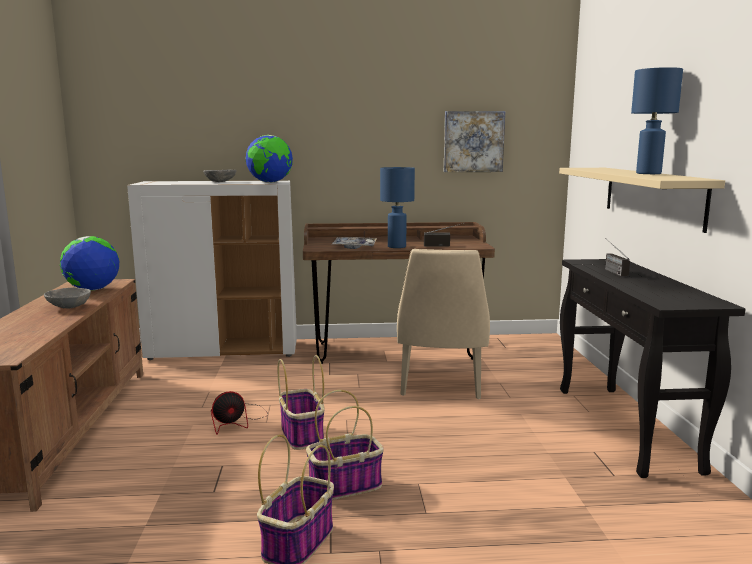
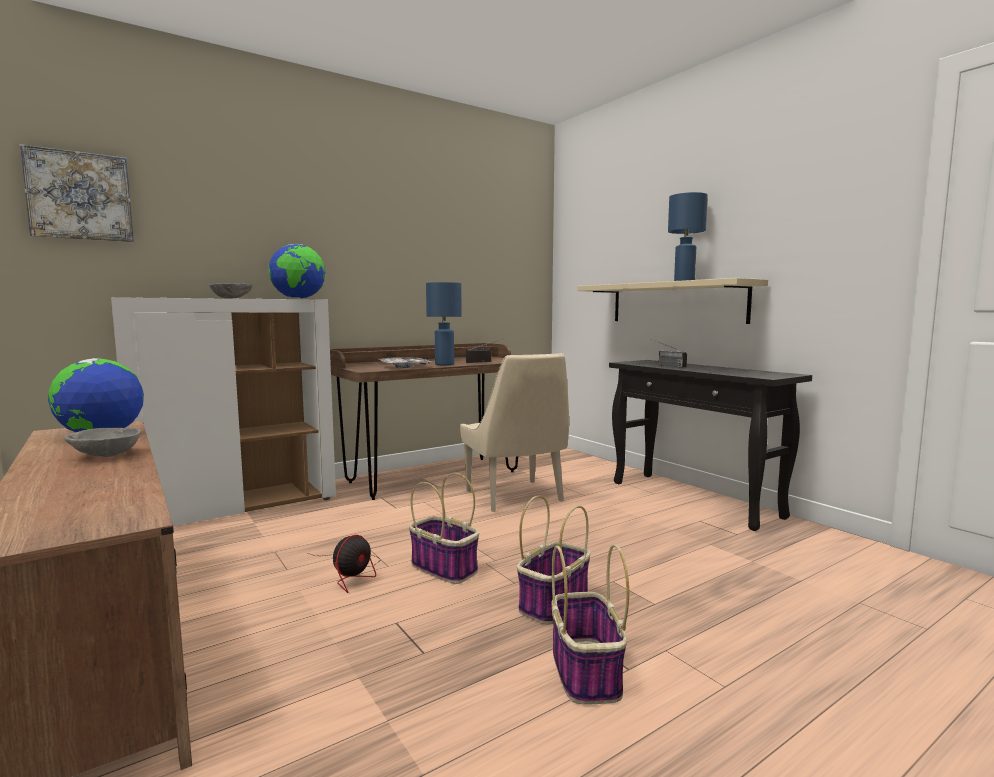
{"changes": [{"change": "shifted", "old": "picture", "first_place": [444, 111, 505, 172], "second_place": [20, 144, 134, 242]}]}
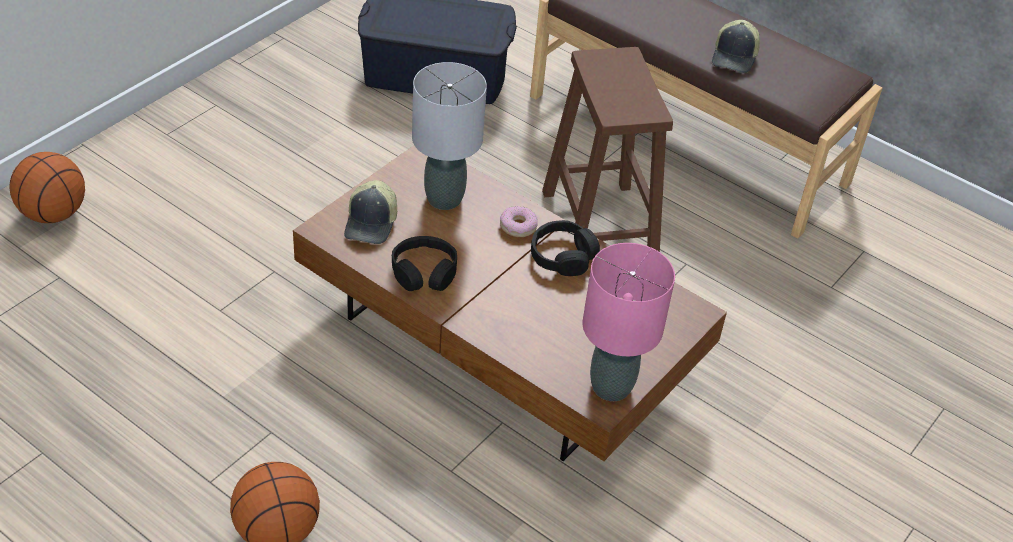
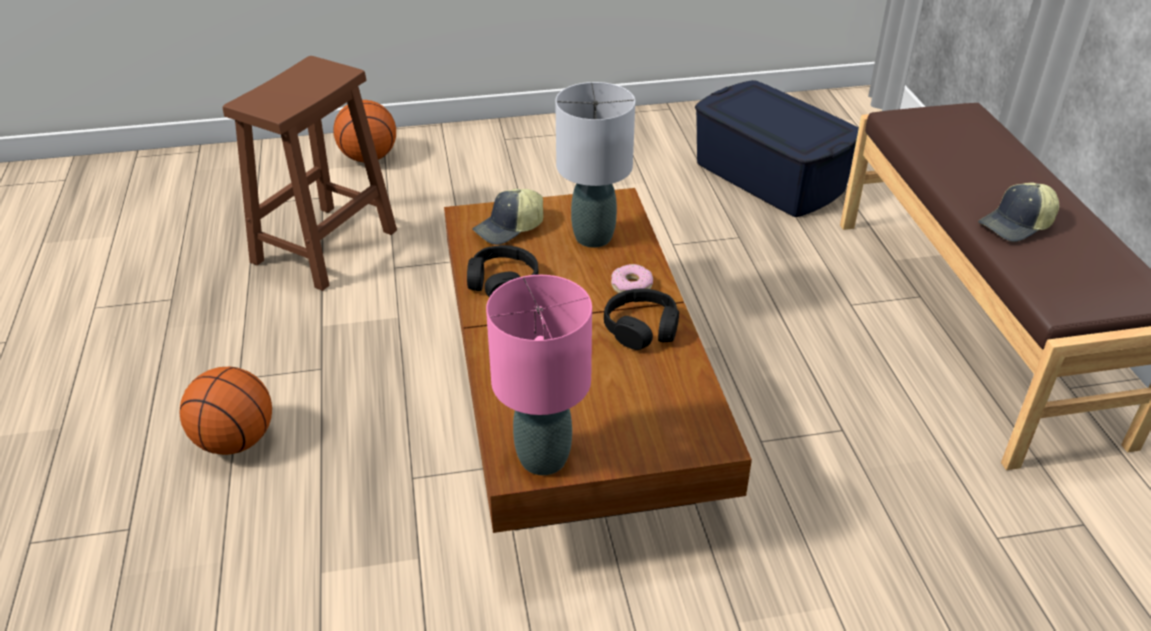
{"changes": [{"change": "shifted", "old": "stool (brown)", "first_place": [542, 47, 673, 252], "second_place": [223, 56, 397, 291]}]}
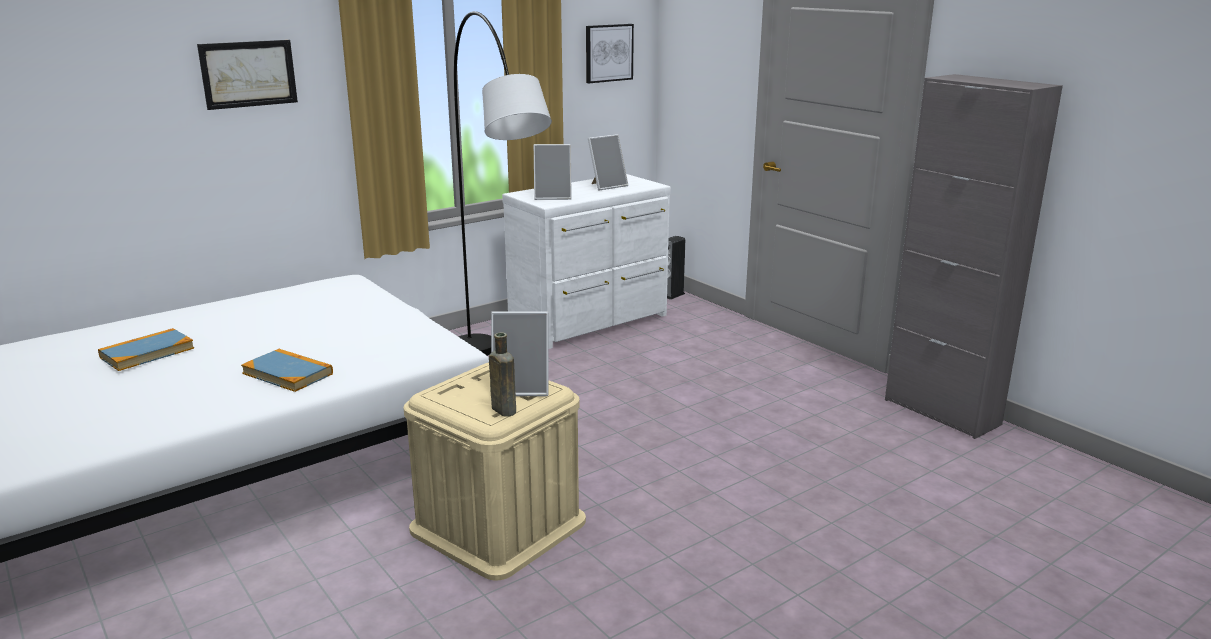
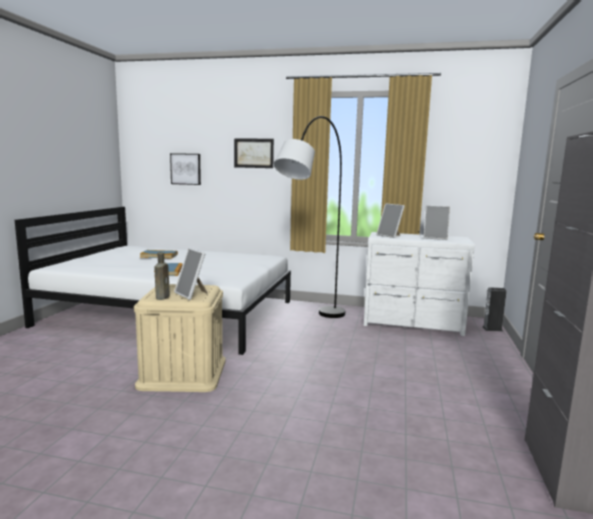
{"changes": [{"change": "shifted", "old": "picture", "first_place": [586, 24, 634, 83], "second_place": [170, 153, 201, 185]}]}
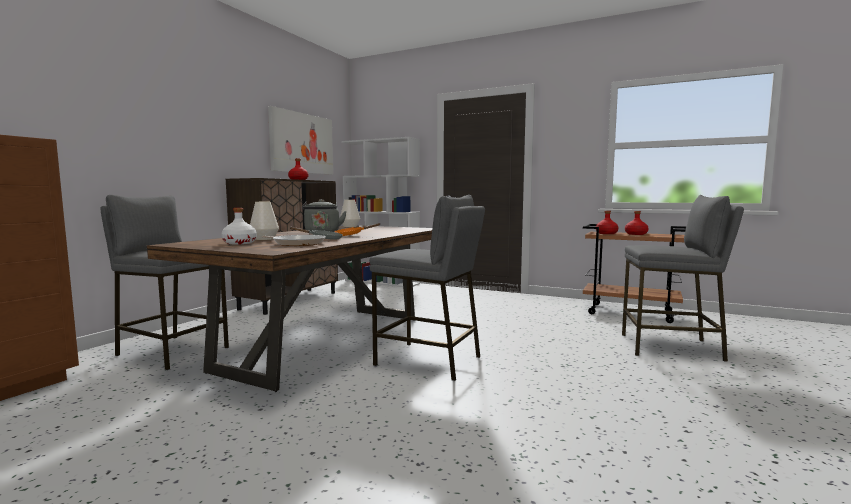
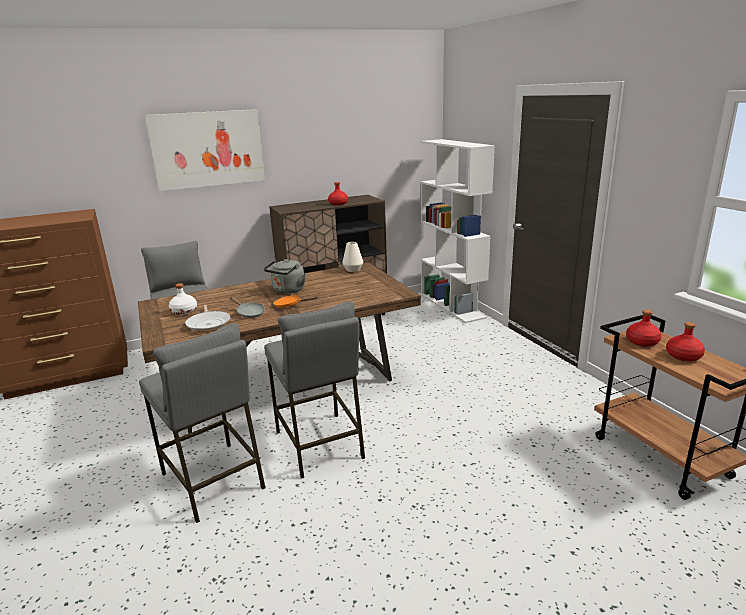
{"changes": [{"change": "shifted", "old": "picture", "first_place": [268, 106, 333, 175], "second_place": [145, 109, 265, 191]}, {"change": "shifted", "old": "stool (grey)", "first_place": [622, 195, 744, 362], "second_place": [139, 323, 265, 523]}, {"change": "gone", "old": "vase (white)", "first_place": [250, 202, 279, 240]}]}
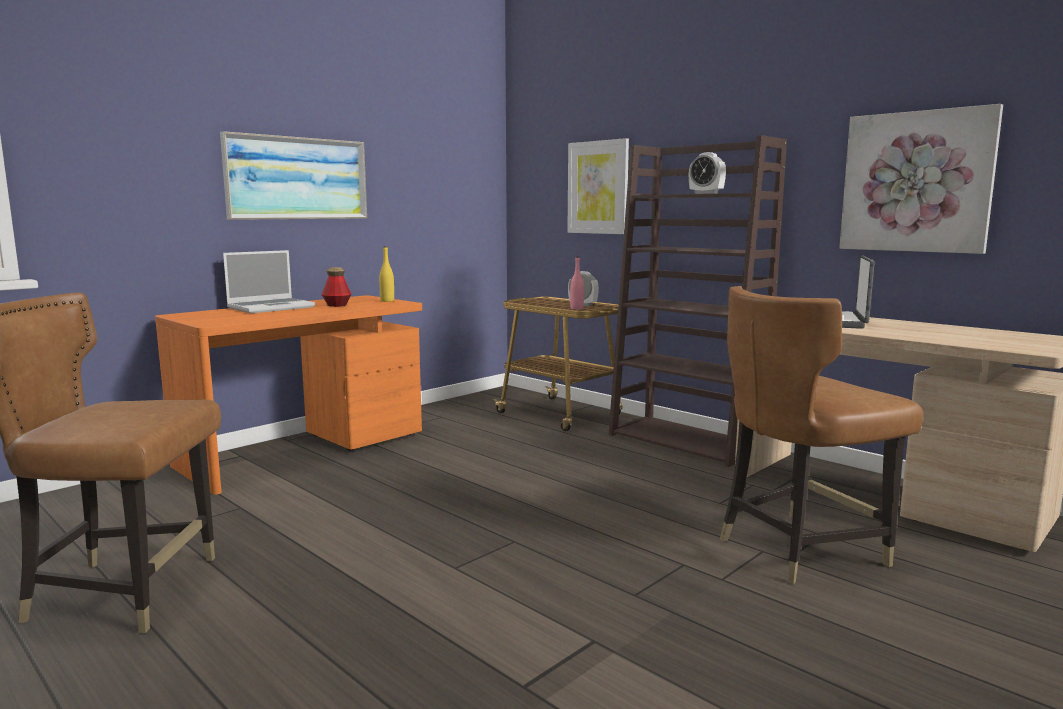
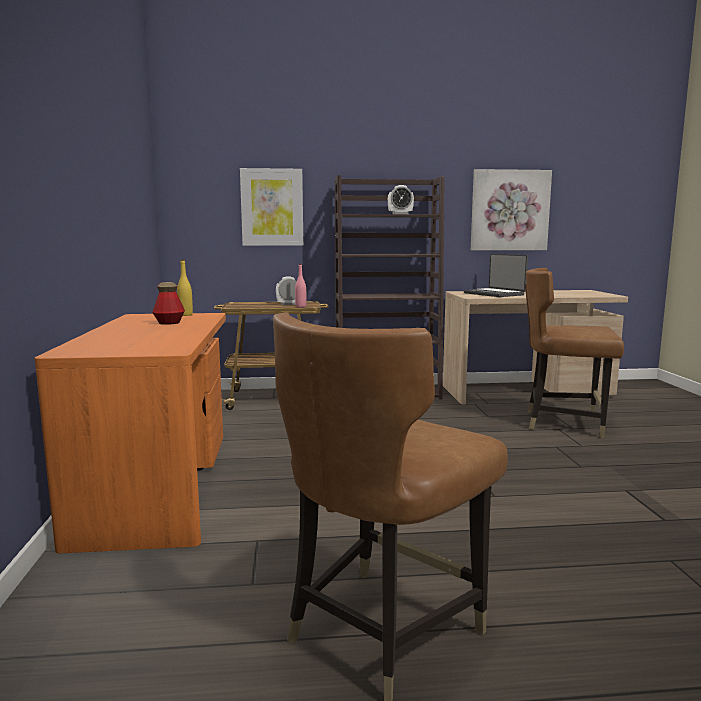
{"changes": [{"change": "gone", "old": "picture", "first_place": [220, 131, 367, 220]}, {"change": "gone", "old": "laptop", "first_place": [223, 250, 315, 313]}, {"change": "rotated", "old": "chair (brown)", "first_place": [720, 286, 923, 584], "second_place": [525, 268, 624, 438], "degrees": 90}]}
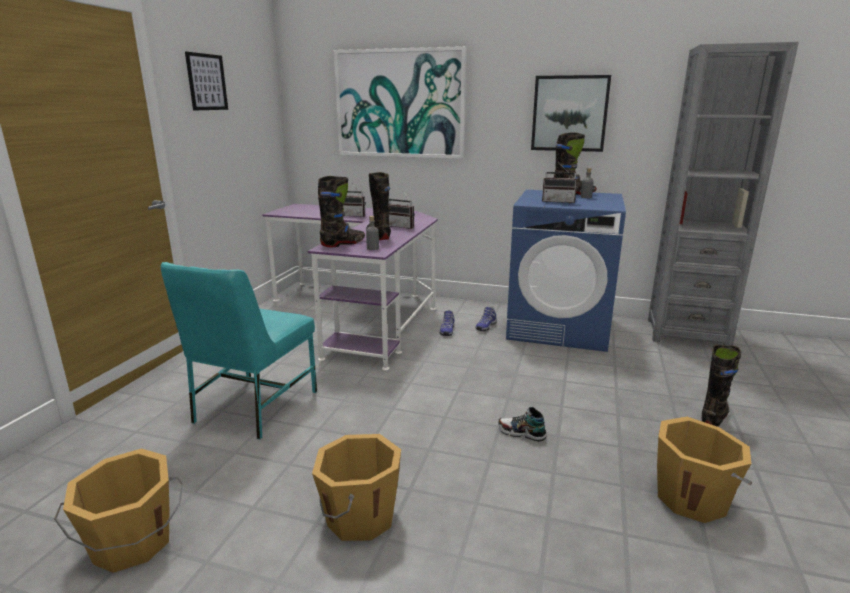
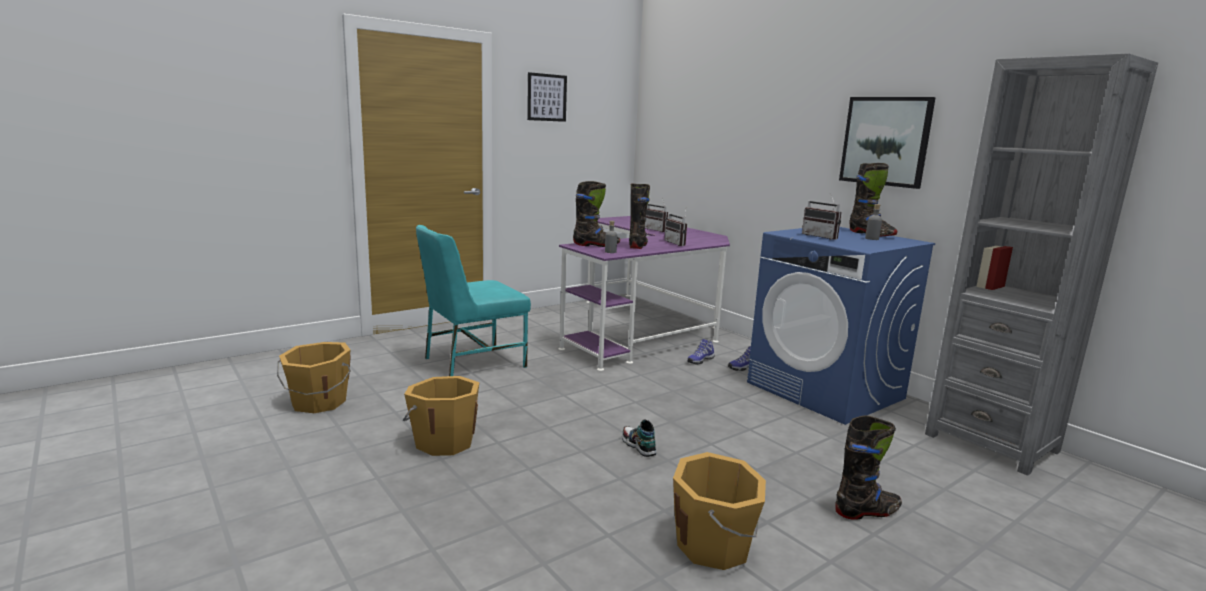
{"changes": [{"change": "gone", "old": "picture", "first_place": [334, 46, 467, 159]}]}
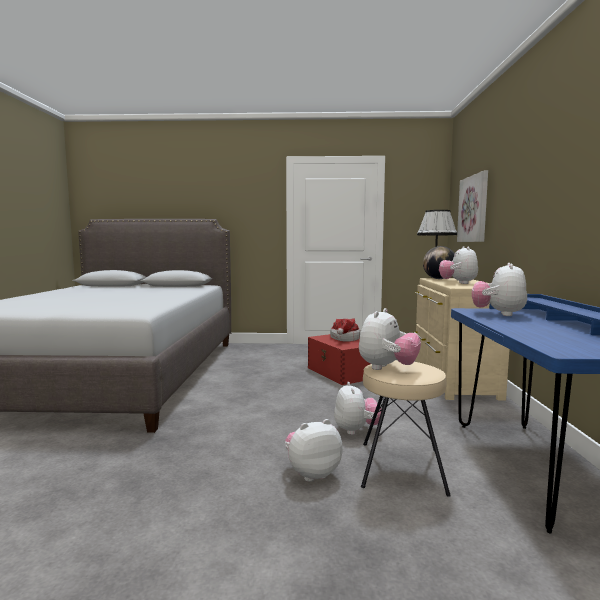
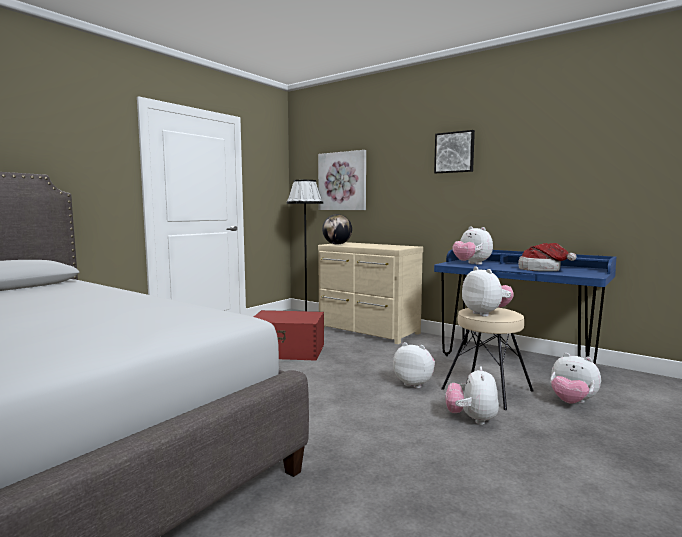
{"changes": [{"change": "shifted", "old": "plush toy", "first_place": [439, 246, 478, 284], "second_place": [551, 353, 601, 404]}, {"change": "shifted", "old": "hat", "first_place": [330, 318, 360, 342], "second_place": [518, 243, 577, 271]}, {"change": "new", "new": "picture", "second_place": [434, 130, 475, 173]}]}
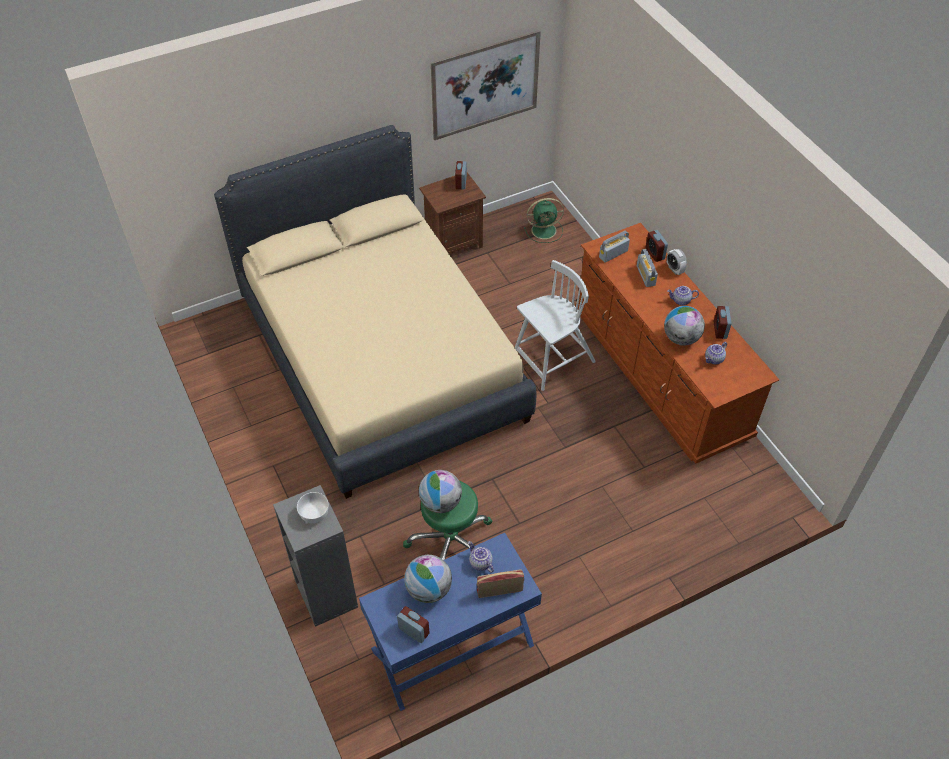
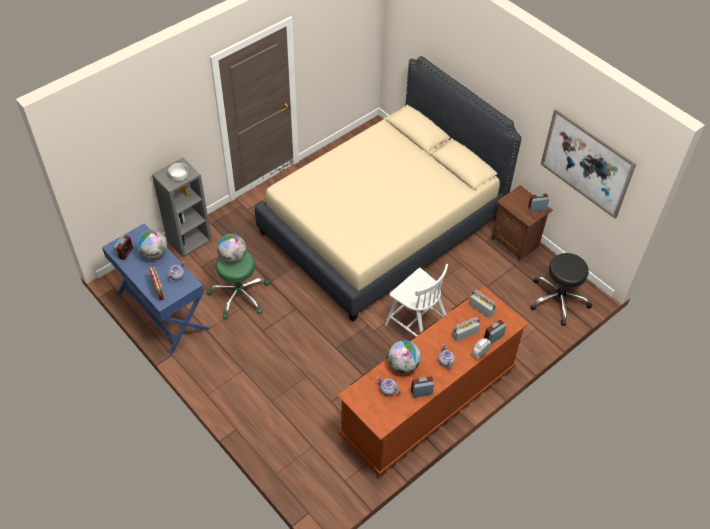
{"changes": [{"change": "swapped", "old": "fan (green)", "new": "stool (black)", "first_place": [524, 198, 564, 243], "second_place": [530, 253, 592, 325]}]}
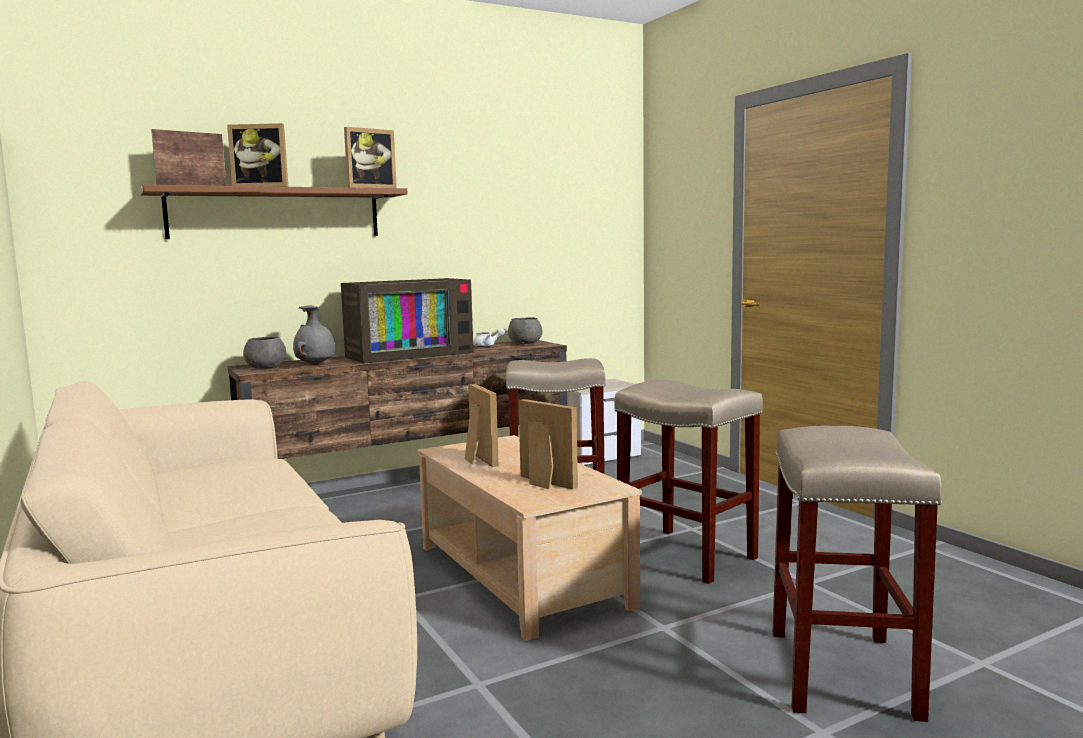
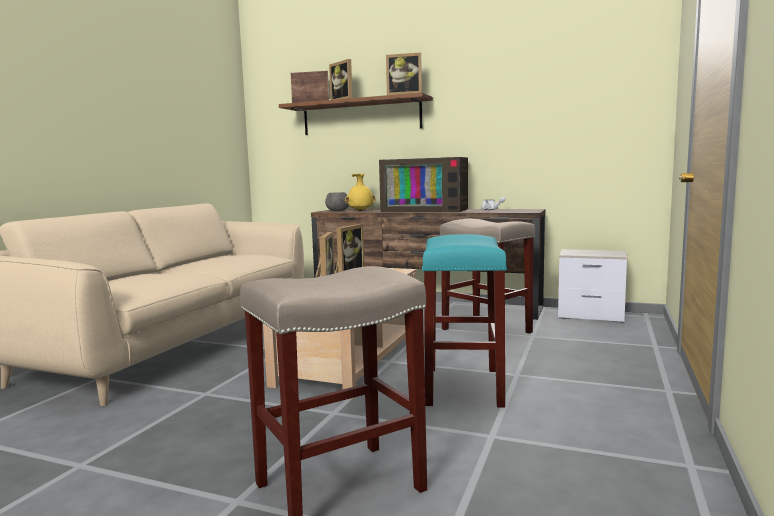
{"changes": [{"change": "repainted", "old": "vase (grey)", "new": "vase (yellow)", "first_place": [293, 305, 335, 365], "second_place": [345, 174, 375, 211]}, {"change": "gone", "old": "bowl (grey)", "first_place": [508, 317, 542, 344]}, {"change": "repainted", "old": "stool (beige)", "new": "stool (turquoise)", "first_place": [614, 380, 763, 584], "second_place": [422, 234, 507, 408]}]}
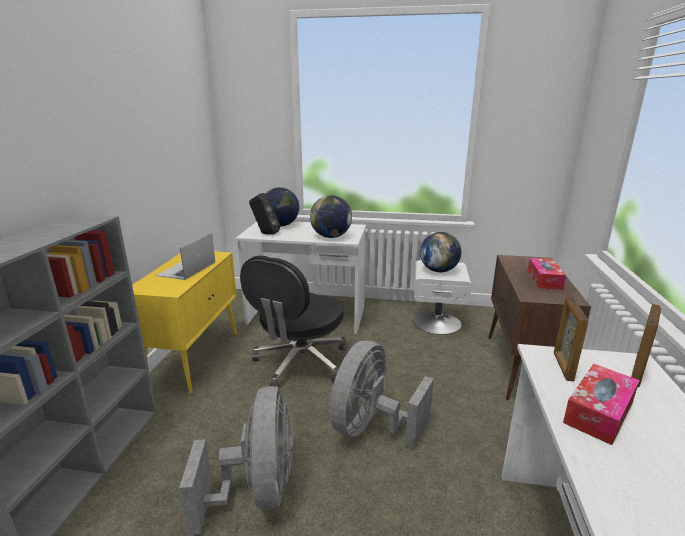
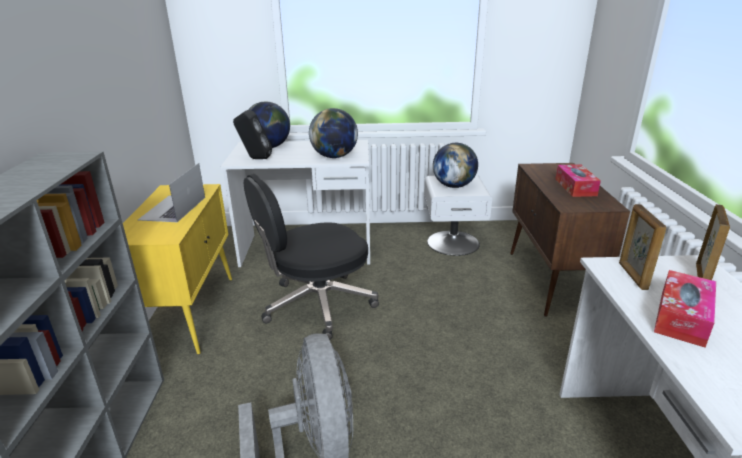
{"changes": [{"change": "rotated", "old": "office chair (black)", "first_place": [240, 256, 347, 387], "second_place": [244, 174, 379, 340], "degrees": 45}, {"change": "gone", "old": "fan (grey)", "first_place": [329, 341, 434, 447]}]}
